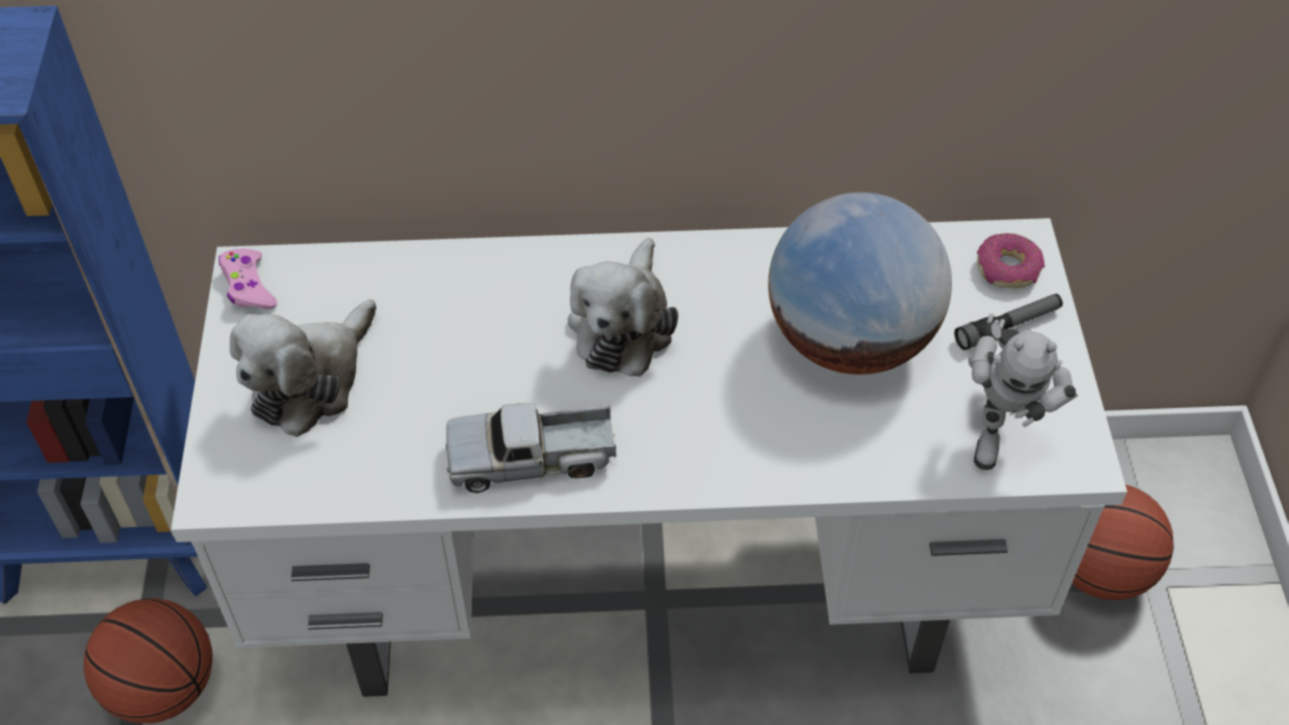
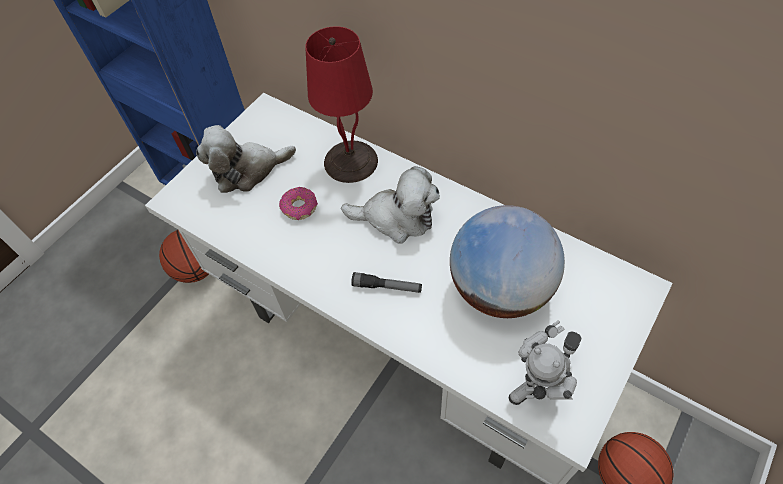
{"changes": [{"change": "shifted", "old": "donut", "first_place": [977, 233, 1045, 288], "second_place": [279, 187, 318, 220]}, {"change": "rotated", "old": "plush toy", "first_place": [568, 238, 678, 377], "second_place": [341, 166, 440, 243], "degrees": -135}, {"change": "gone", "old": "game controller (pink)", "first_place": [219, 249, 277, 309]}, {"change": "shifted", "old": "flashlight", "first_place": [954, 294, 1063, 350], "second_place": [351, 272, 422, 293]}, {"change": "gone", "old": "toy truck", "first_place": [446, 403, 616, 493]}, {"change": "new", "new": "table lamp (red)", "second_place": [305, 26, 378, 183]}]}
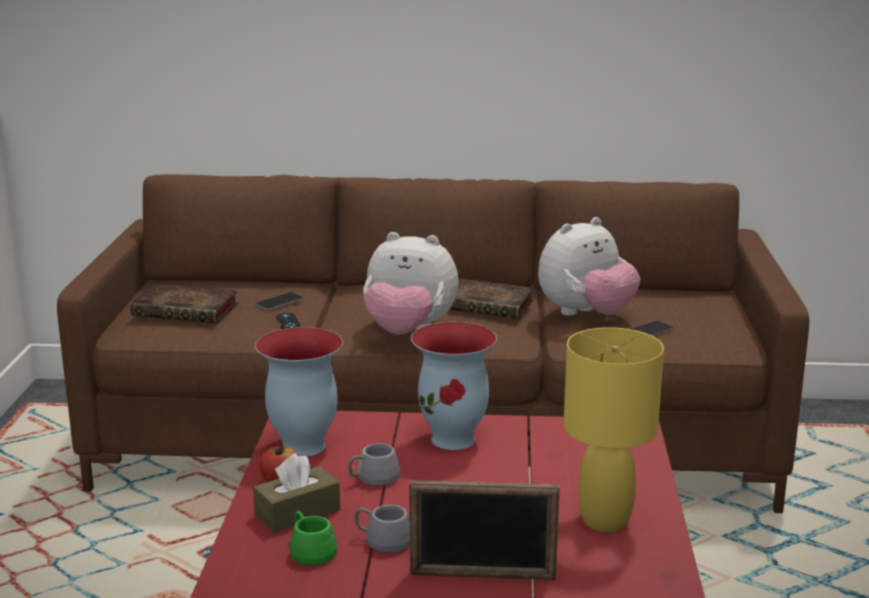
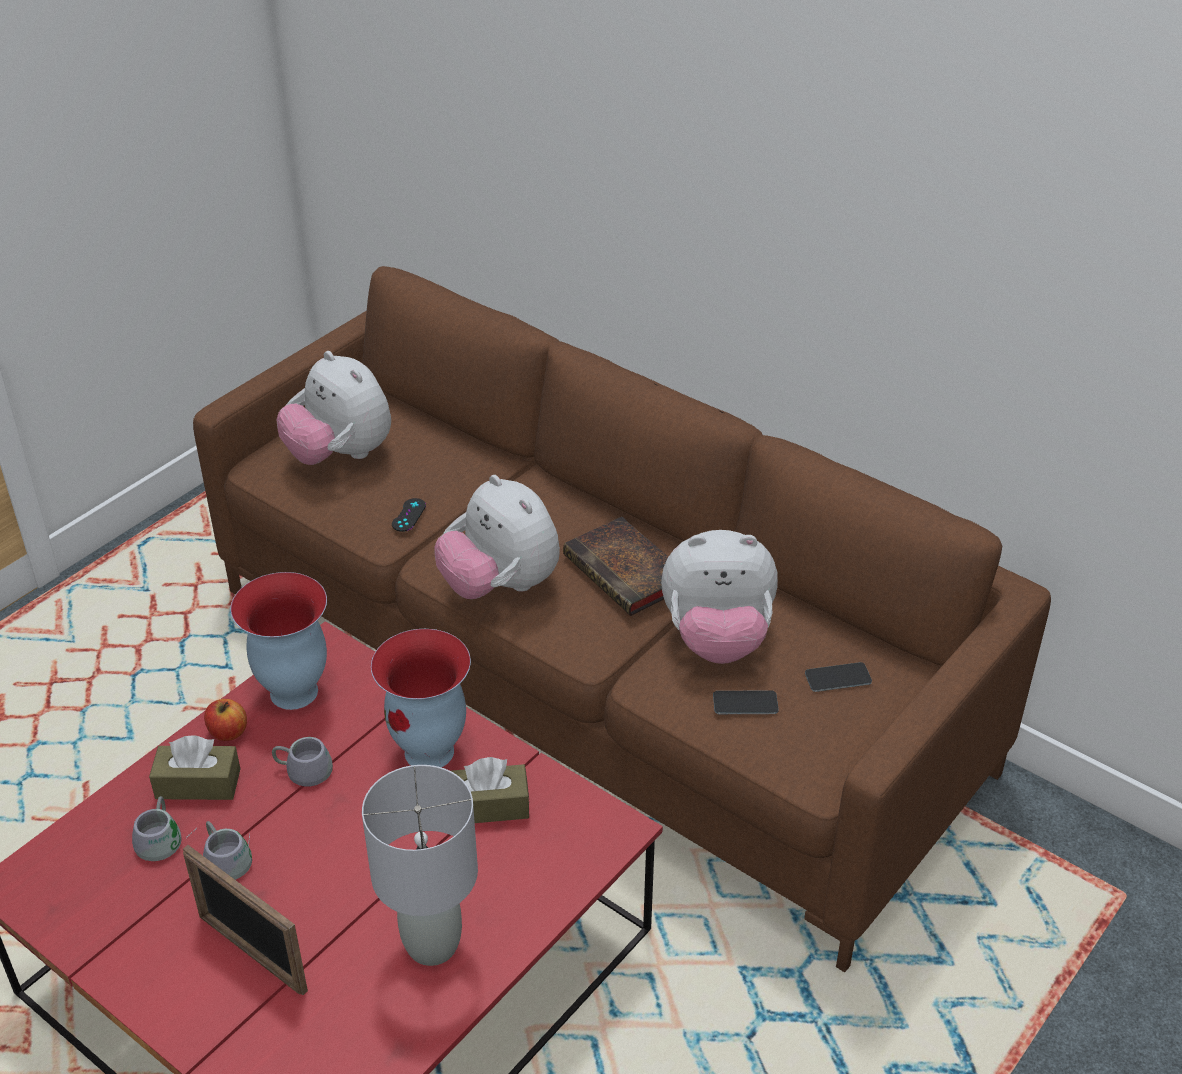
{"changes": [{"change": "swapped", "old": "book", "new": "plush toy", "first_place": [130, 284, 239, 323], "second_place": [277, 351, 391, 465]}, {"change": "shifted", "old": "phone", "first_place": [255, 292, 303, 310], "second_place": [805, 662, 872, 692]}, {"change": "repainted", "old": "table lamp (yellow)", "new": "table lamp (grey)", "first_place": [564, 327, 664, 532], "second_place": [362, 765, 478, 966]}, {"change": "repainted", "old": "mug (green)", "new": "mug (grey)", "first_place": [290, 510, 337, 565], "second_place": [132, 796, 196, 861]}, {"change": "new", "new": "tissue box (brown)", "second_place": [451, 757, 529, 823]}]}
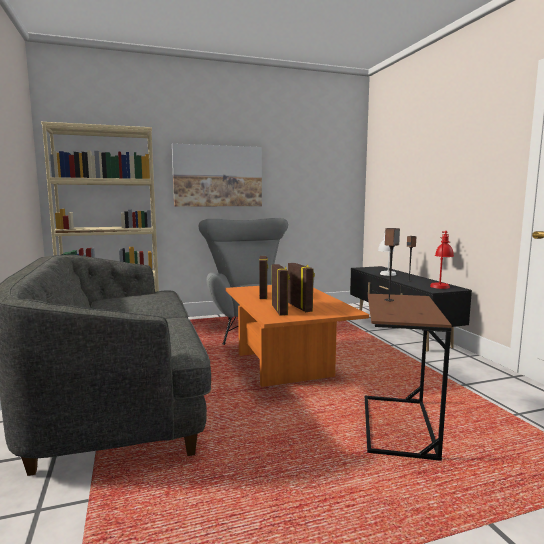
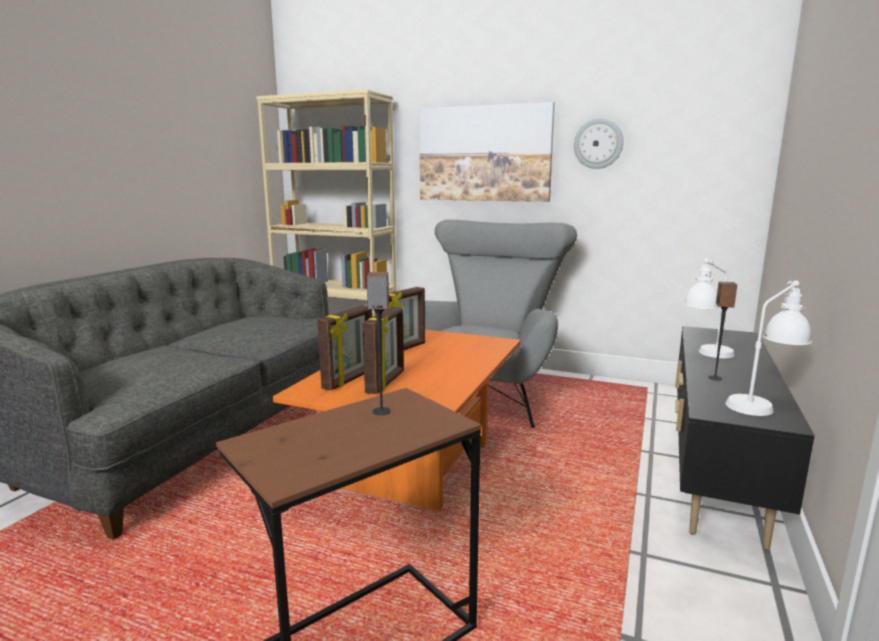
{"changes": [{"change": "repainted", "old": "table lamp (red)", "new": "table lamp (white)", "first_place": [430, 231, 454, 289], "second_place": [725, 280, 812, 416]}, {"change": "new", "new": "wall clock", "second_place": [574, 118, 624, 169]}]}
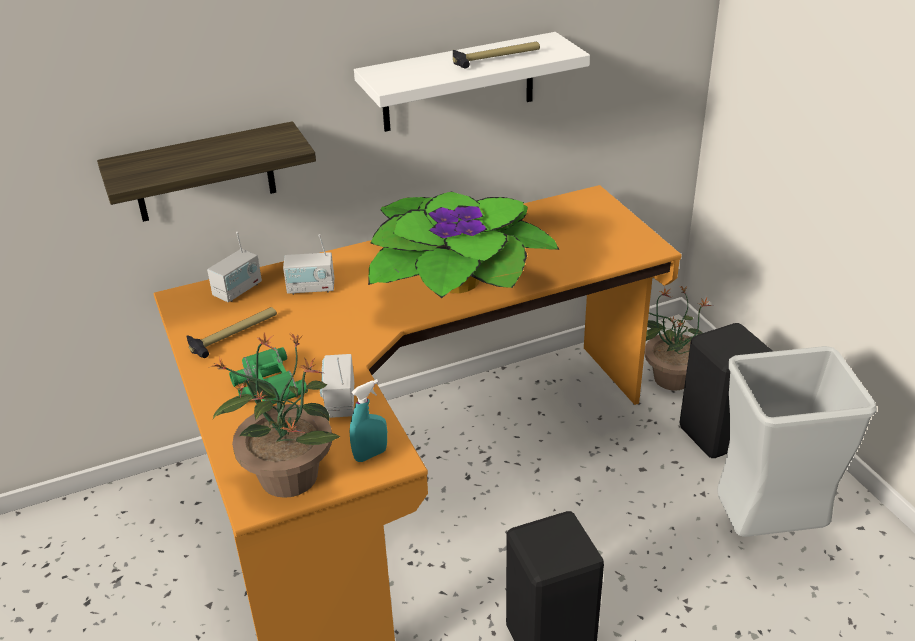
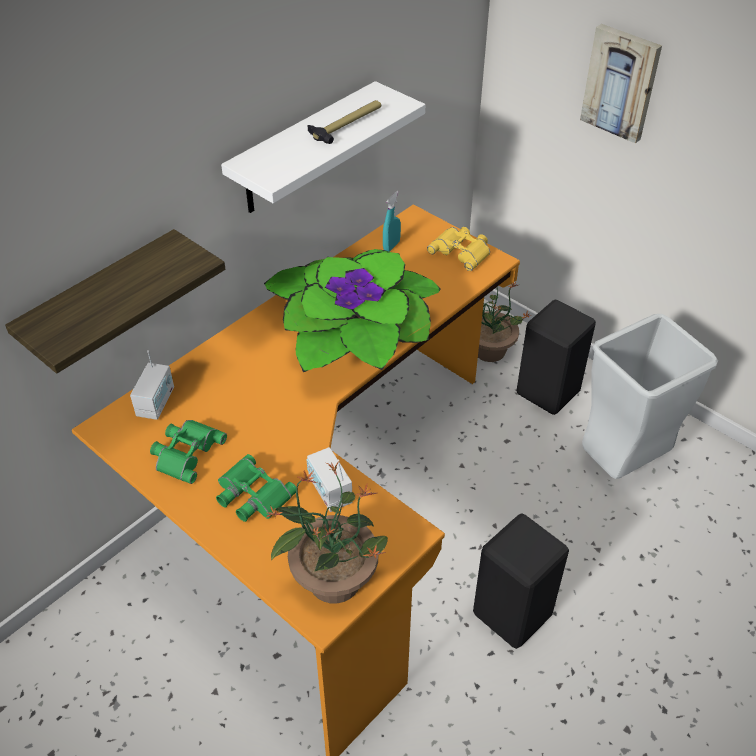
{"changes": [{"change": "gone", "old": "radio", "first_place": [283, 234, 334, 295]}, {"change": "swapped", "old": "hammer", "new": "binoculars (green)", "first_place": [187, 307, 277, 358], "second_place": [150, 420, 227, 484]}, {"change": "shifted", "old": "spray bottle (turquoise)", "first_place": [350, 379, 387, 462], "second_place": [383, 191, 401, 251]}, {"change": "new", "new": "picture", "second_place": [580, 24, 662, 143]}, {"change": "new", "new": "binoculars (yellow)", "second_place": [427, 227, 490, 271]}]}
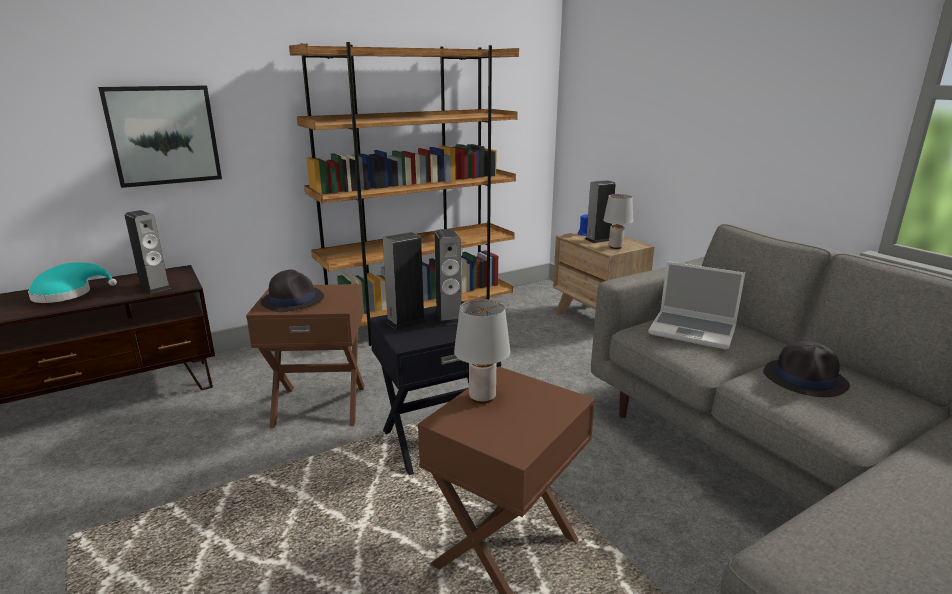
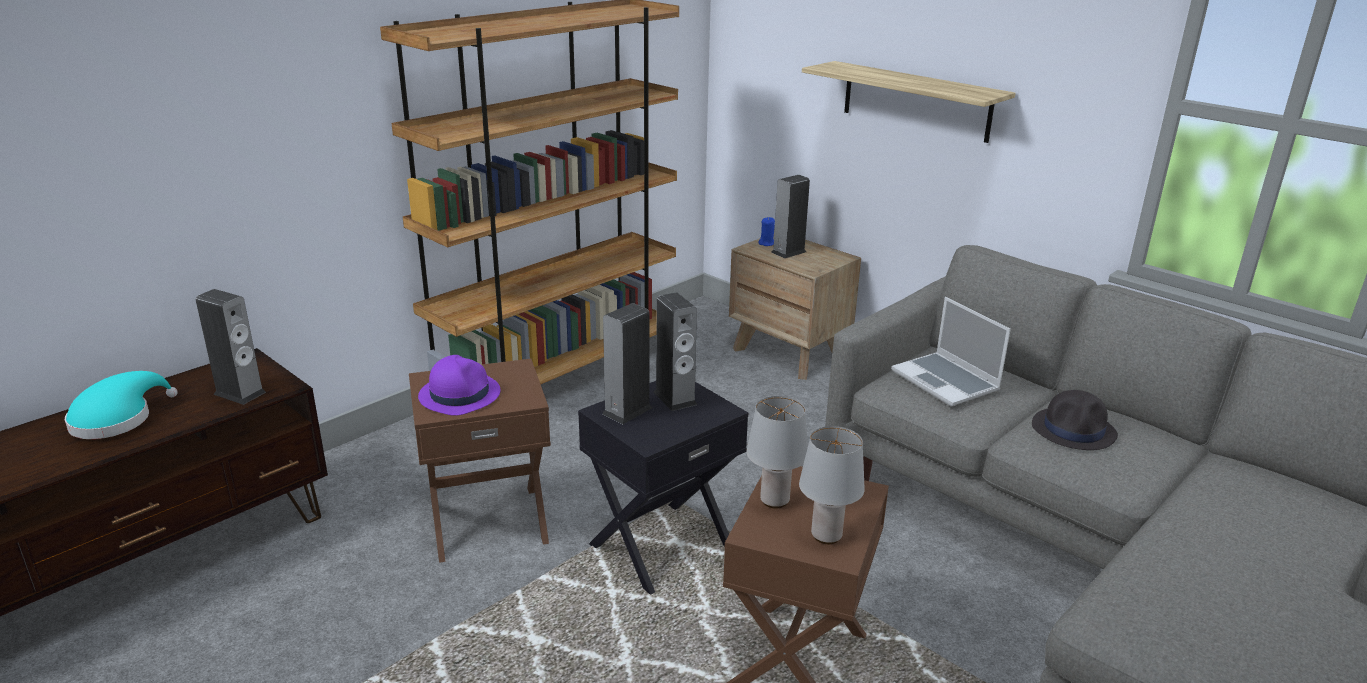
{"changes": [{"change": "gone", "old": "picture", "first_place": [98, 86, 222, 188]}, {"change": "shifted", "old": "table lamp (grey)", "first_place": [603, 194, 633, 249], "second_place": [799, 426, 865, 544]}, {"change": "rotated", "old": "laptop", "first_place": [648, 261, 745, 349], "second_place": [891, 297, 1011, 407], "degrees": 45}, {"change": "repainted", "old": "hat (black)", "new": "hat (purple)", "first_place": [261, 270, 324, 312], "second_place": [418, 355, 501, 416]}, {"change": "new", "new": "shelf", "second_place": [802, 61, 1016, 143]}]}
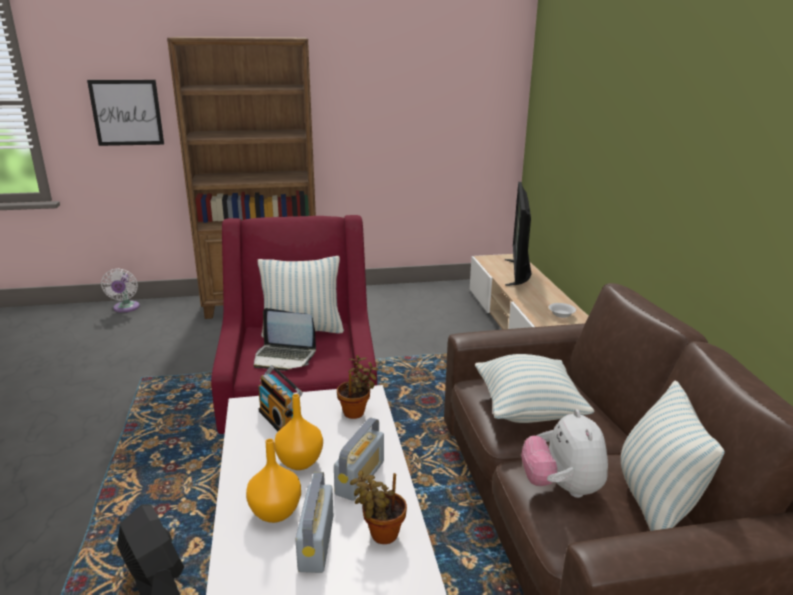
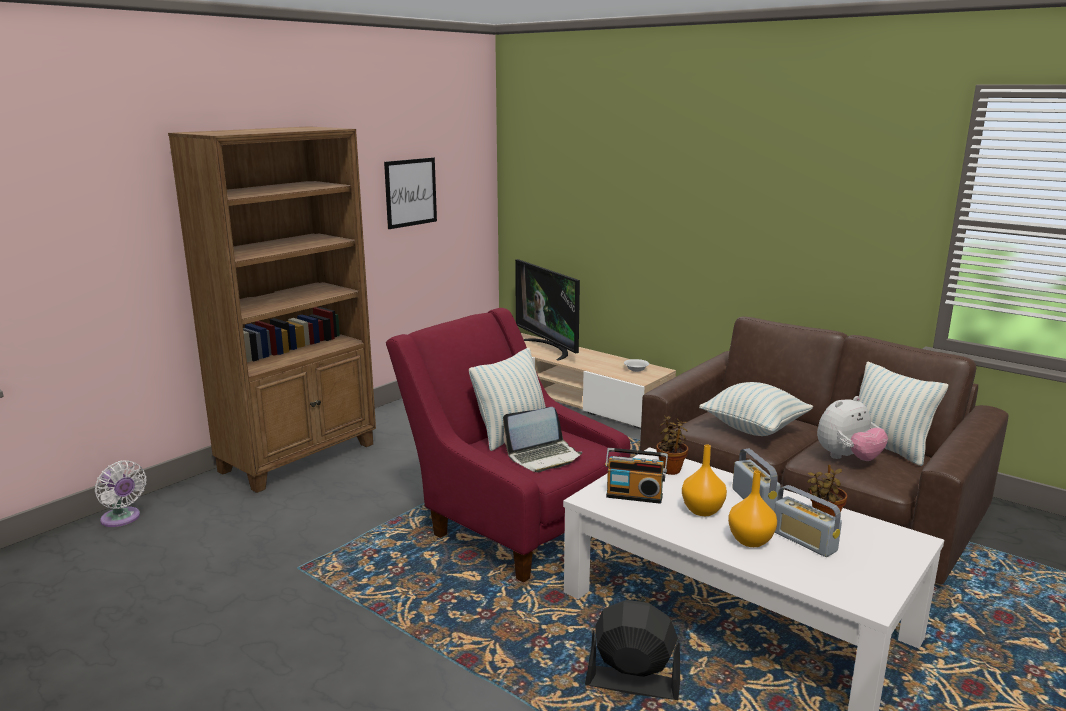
{"changes": [{"change": "shifted", "old": "picture", "first_place": [87, 80, 164, 146], "second_place": [384, 157, 437, 229]}, {"change": "rotated", "old": "plush toy", "first_place": [521, 409, 608, 498], "second_place": [817, 396, 888, 461], "degrees": -75}]}
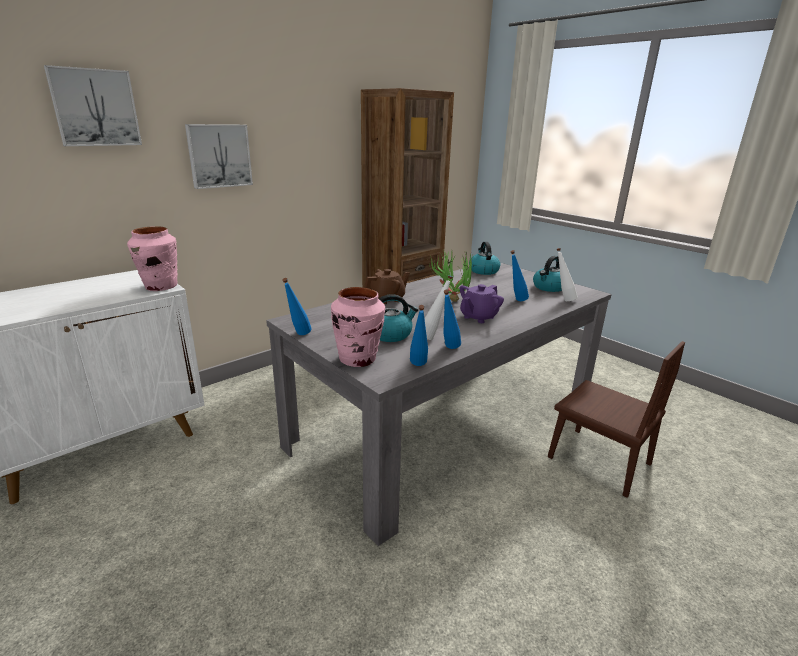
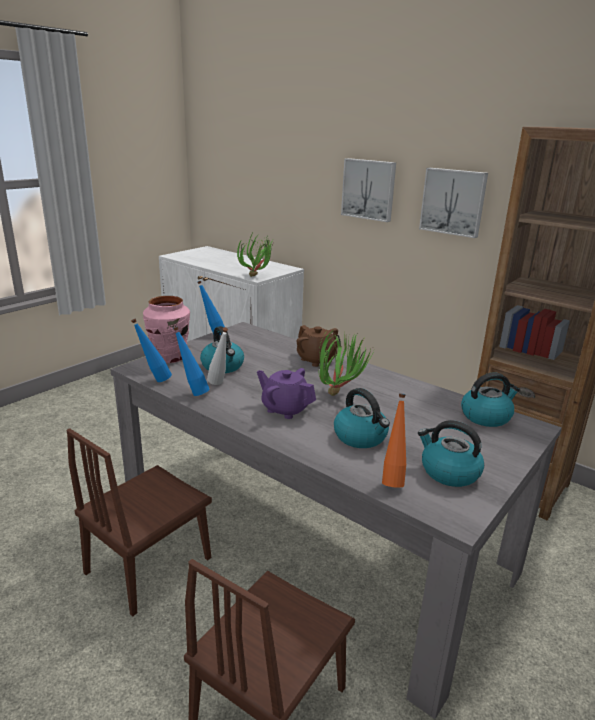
{"changes": [{"change": "shifted", "old": "picture", "first_place": [44, 65, 142, 146], "second_place": [419, 168, 488, 238]}, {"change": "swapped", "old": "vase (pink)", "new": "potted plant", "first_place": [127, 226, 178, 291], "second_place": [237, 234, 273, 277]}, {"change": "repainted", "old": "bottle (white)", "new": "bottle (orange)", "first_place": [557, 248, 578, 301], "second_place": [382, 393, 406, 488]}, {"change": "swapped", "old": "bottle (blue)", "new": "kettle", "first_place": [511, 250, 529, 301], "second_place": [334, 388, 390, 448]}, {"change": "new", "new": "chair (brown)", "second_place": [66, 428, 212, 616]}]}
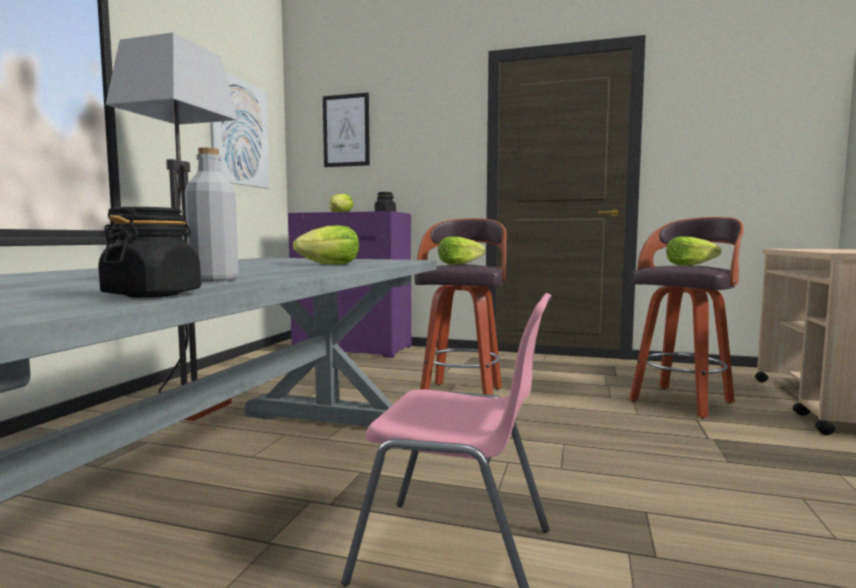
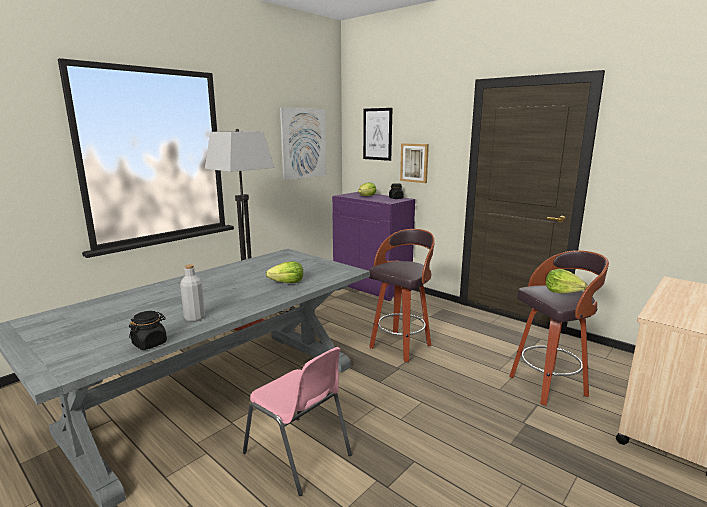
{"changes": [{"change": "gone", "old": "lettuce", "first_place": [438, 236, 486, 265]}, {"change": "new", "new": "picture", "second_place": [400, 143, 429, 183]}]}
